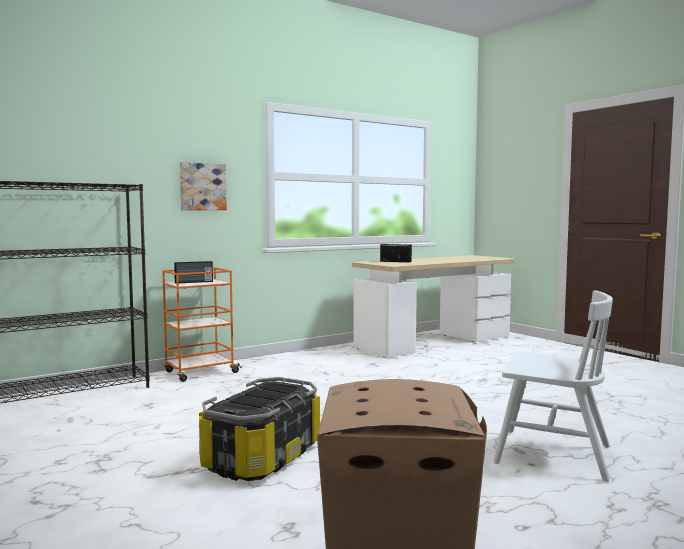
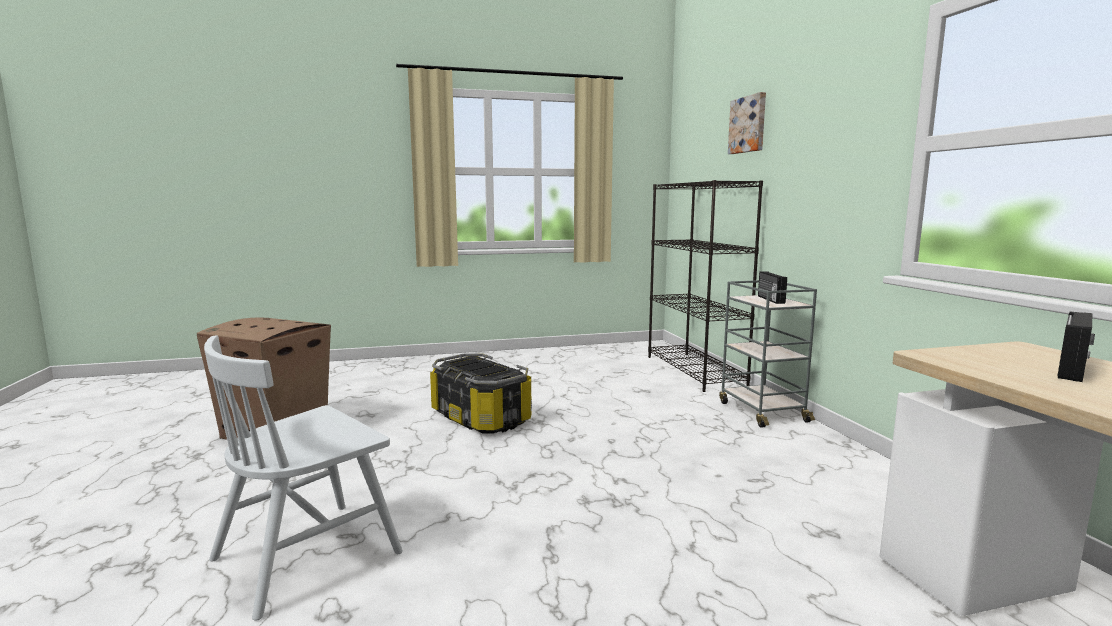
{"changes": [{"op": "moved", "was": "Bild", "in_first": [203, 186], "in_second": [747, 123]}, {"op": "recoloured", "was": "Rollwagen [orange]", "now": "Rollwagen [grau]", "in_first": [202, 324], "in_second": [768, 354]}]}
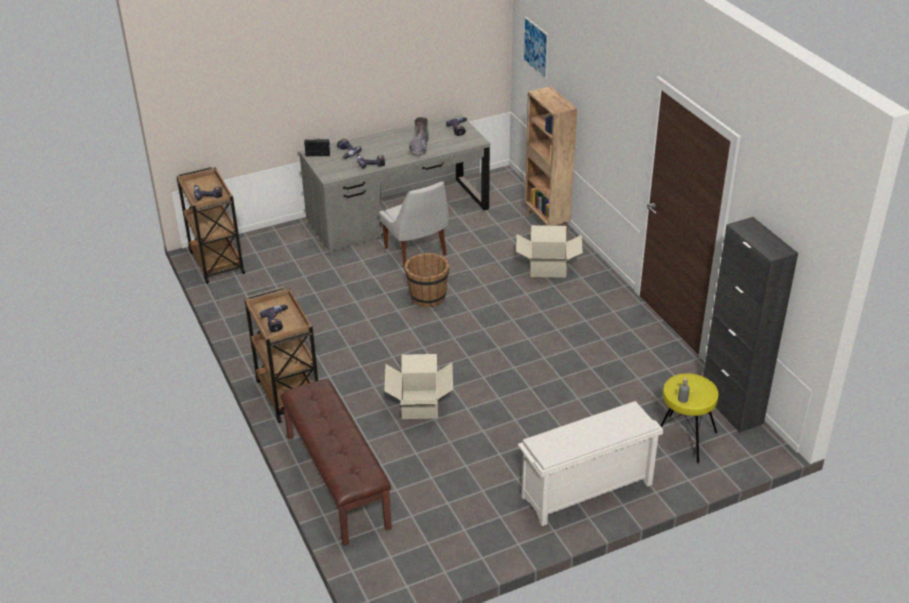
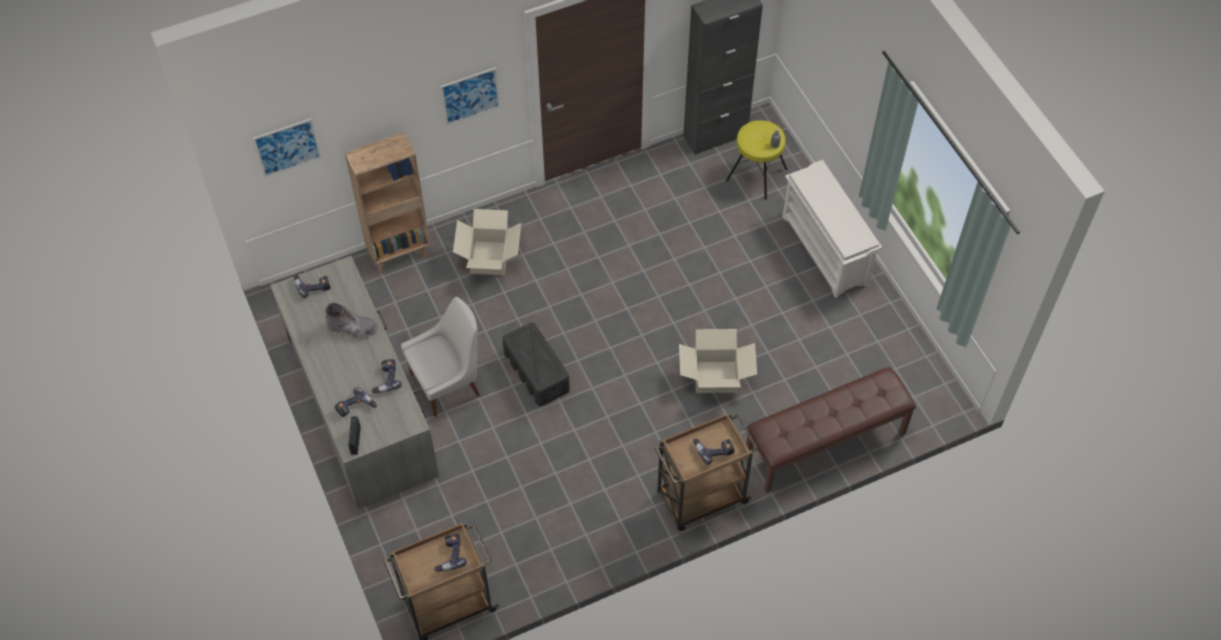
{"changes": [{"op": "replaced", "was": "Eimer [braun]", "now": "Aufbewahrungsbox [schwarz]", "in_first": [427, 280], "in_second": [536, 364]}, {"op": "added", "now": "Bild", "in_second": [470, 96]}]}
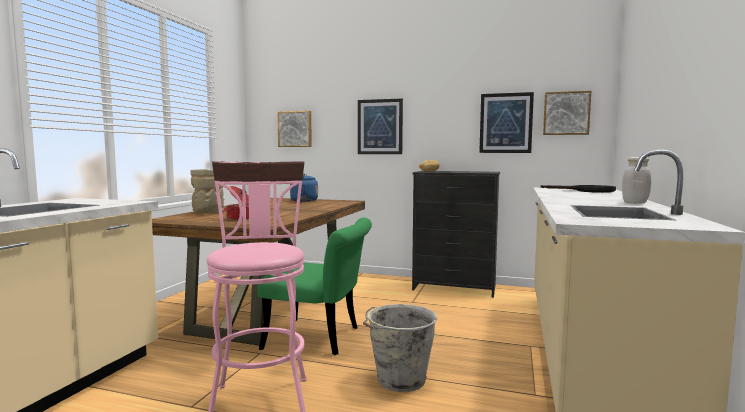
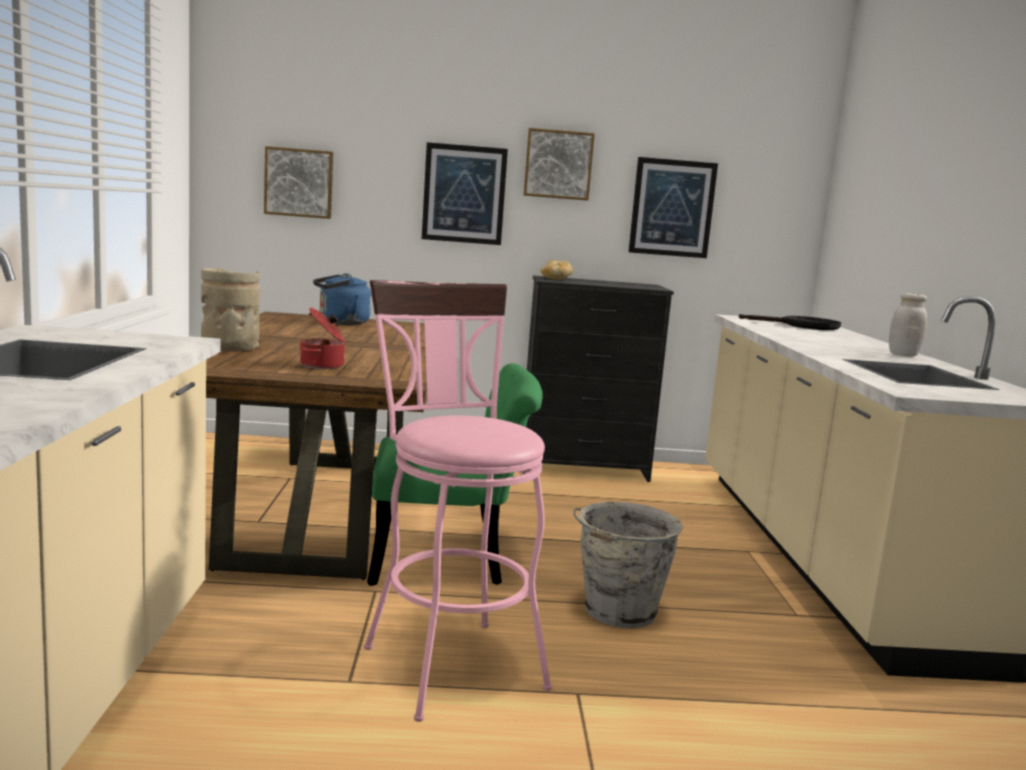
{"changes": [{"op": "moved", "was": "Bild", "in_first": [567, 113], "in_second": [559, 164]}]}
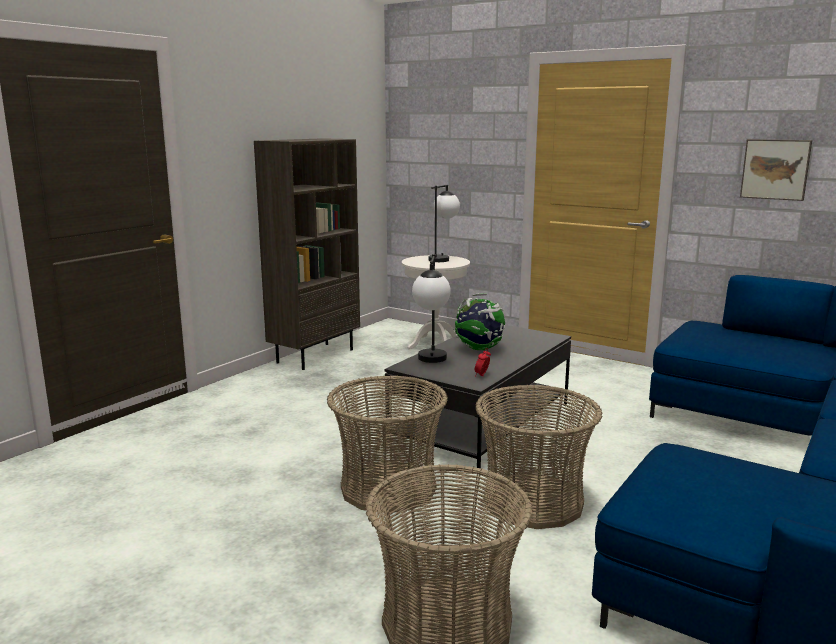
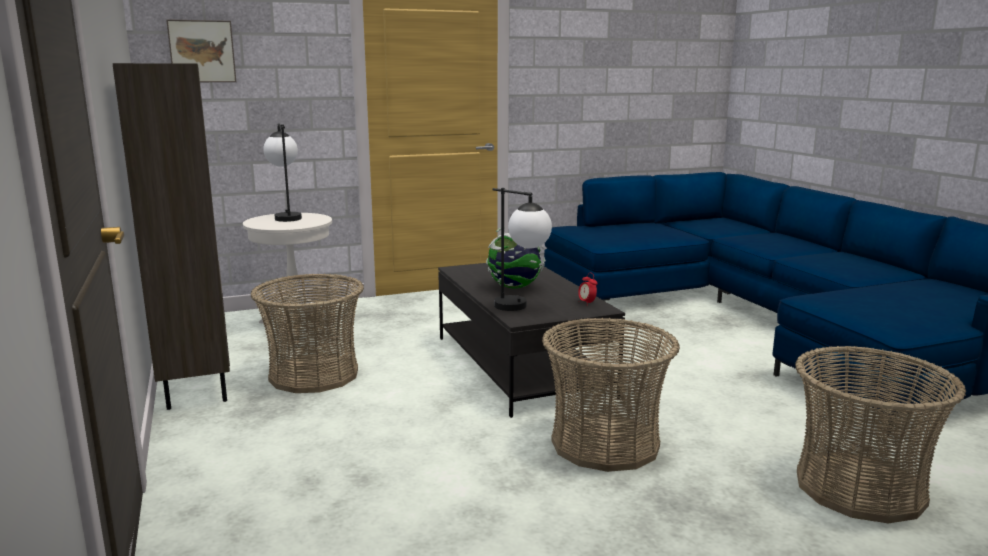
{"changes": [{"op": "moved", "was": "Bild", "in_first": [776, 170], "in_second": [201, 50]}, {"op": "moved", "was": "Korb", "in_first": [538, 457], "in_second": [307, 333]}]}
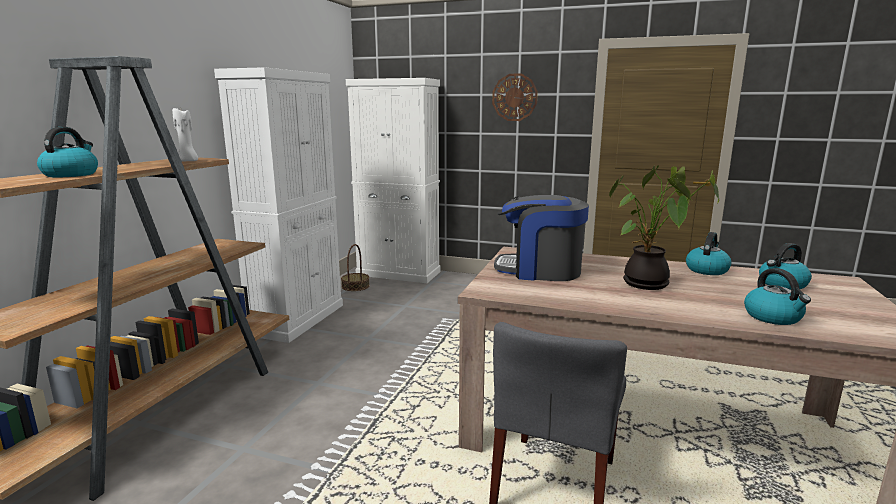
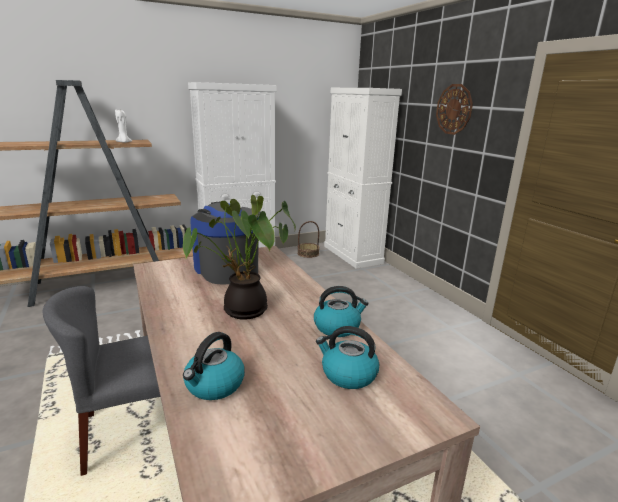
{"changes": [{"op": "removed", "was": "Wasserkessel", "in_first": [67, 152]}]}
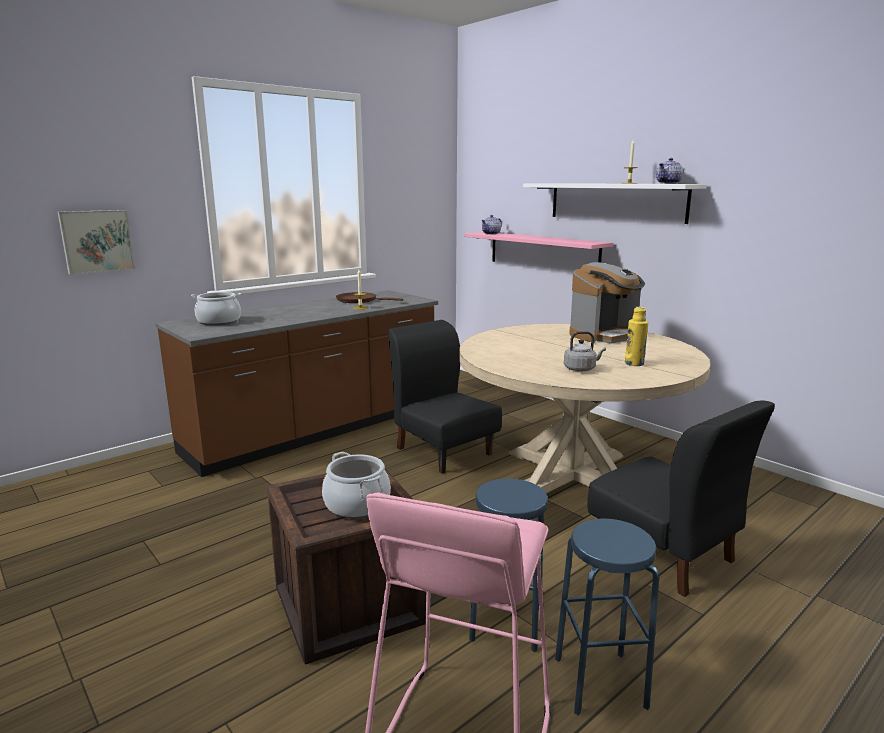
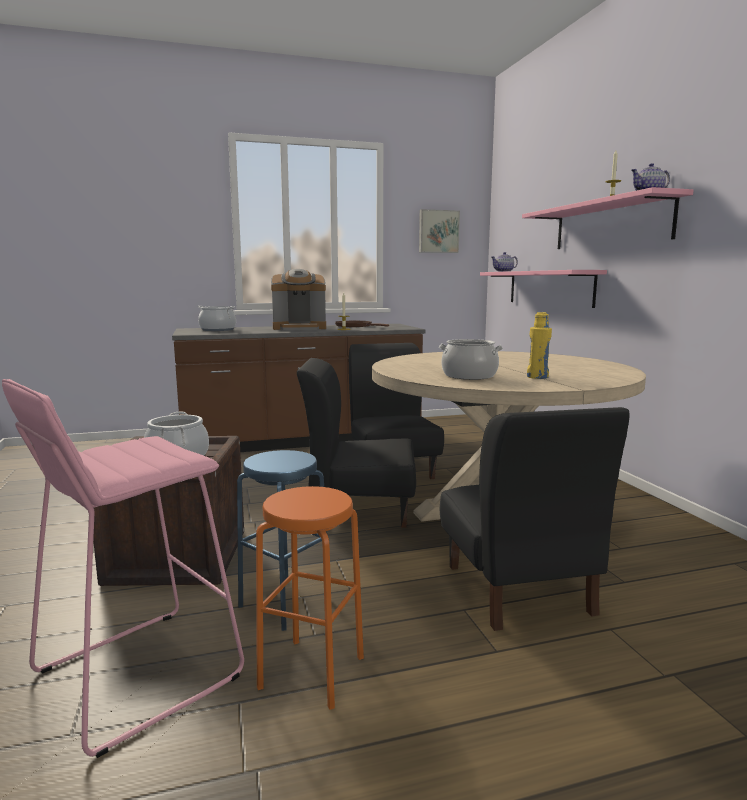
{"changes": [{"op": "recoloured", "was": "Wandregal [weiß]", "now": "Wandregal [rosa]", "in_first": [615, 203], "in_second": [607, 218]}, {"op": "moved", "was": "Bild", "in_first": [96, 242], "in_second": [439, 231]}, {"op": "moved", "was": "Kaffeemaschine", "in_first": [607, 303], "in_second": [298, 299]}, {"op": "replaced", "was": "Wasserkessel [grau]", "now": "Kochtopf", "in_first": [585, 351], "in_second": [471, 359]}, {"op": "recoloured", "was": "Hocker [blau]", "now": "Hocker [orange]", "in_first": [607, 617], "in_second": [310, 598]}, {"op": "added", "now": "Stuhl [schwarz]", "in_second": [356, 442]}]}
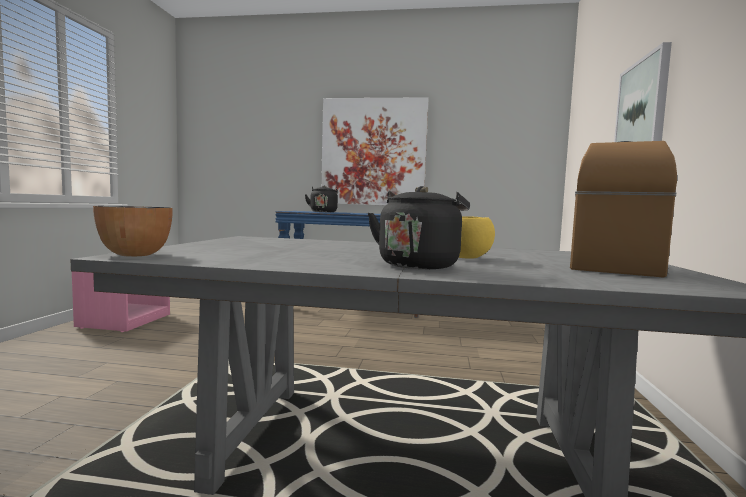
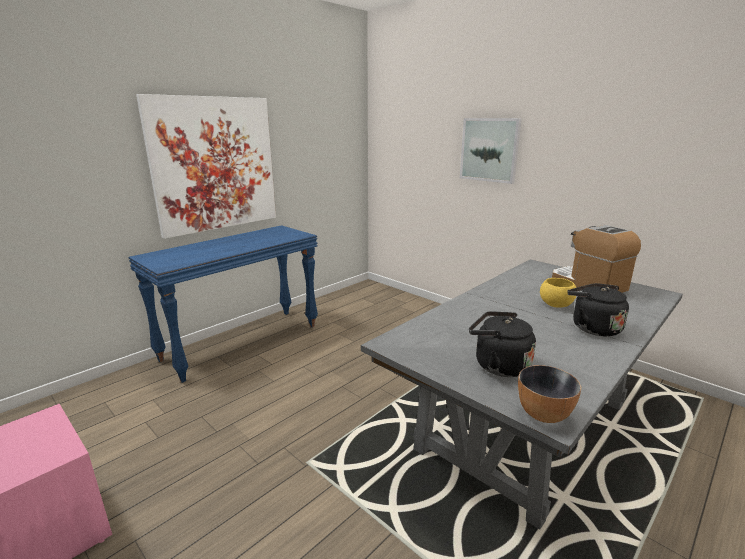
{"changes": [{"op": "moved", "was": "Wasserkessel [schwarz]", "in_first": [321, 198], "in_second": [502, 344]}]}
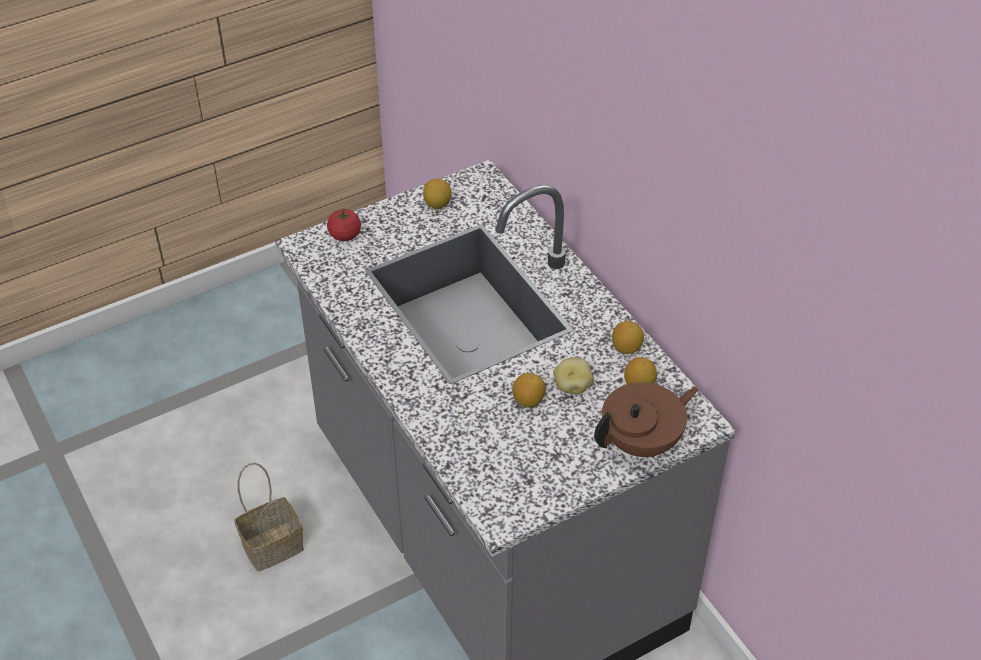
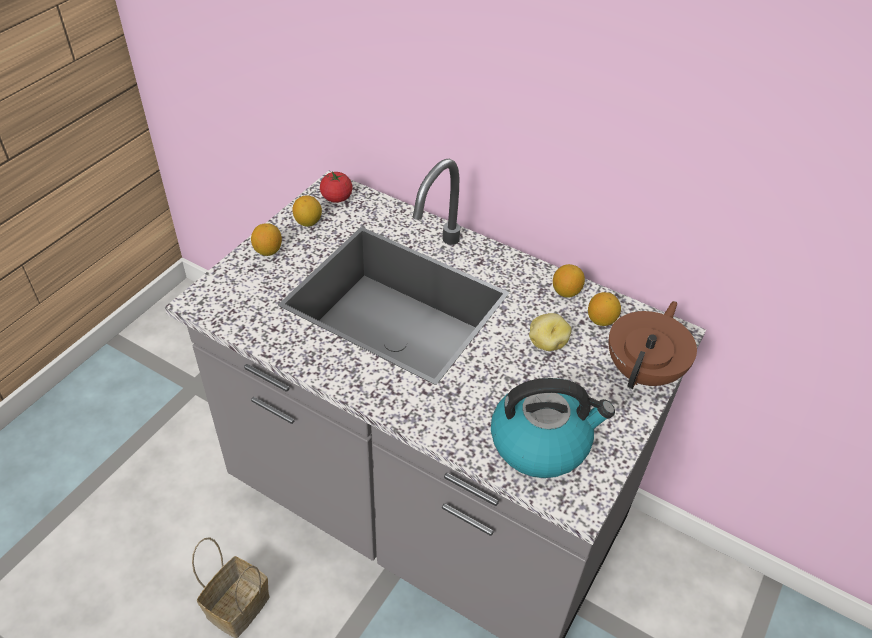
{"changes": [{"op": "moved", "was": "Tomate", "in_first": [344, 225], "in_second": [336, 187]}, {"op": "moved", "was": "Zitrone", "in_first": [529, 390], "in_second": [266, 239]}, {"op": "added", "now": "Wasserkessel", "in_second": [553, 428]}]}
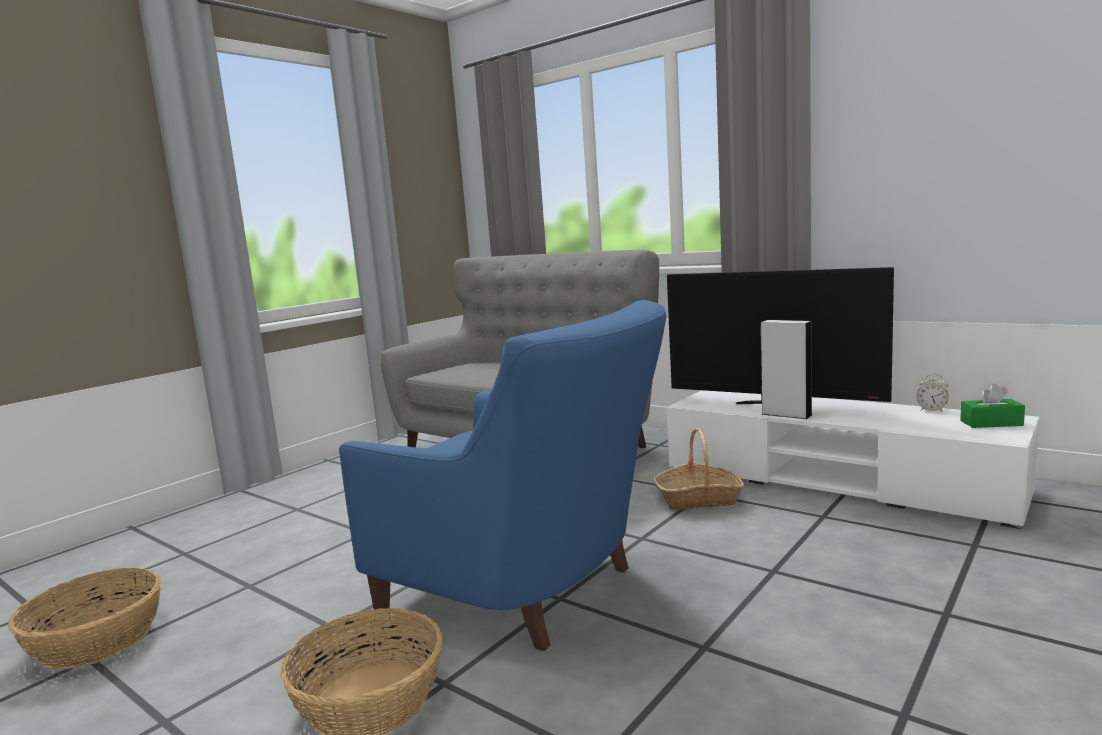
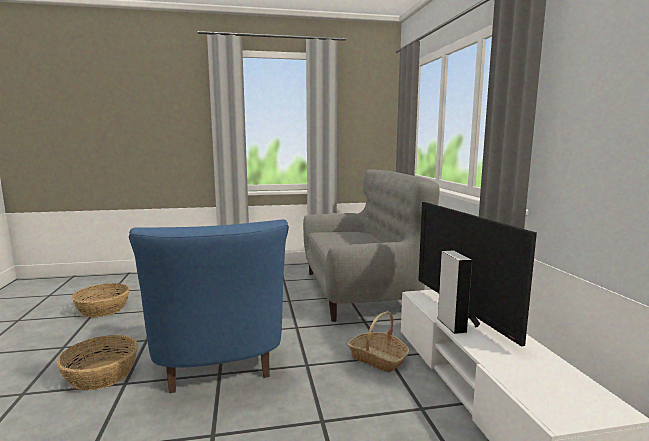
{"changes": [{"op": "removed", "was": "Wecker", "in_first": [932, 393]}, {"op": "removed", "was": "Taschentuchbox [grün]", "in_first": [992, 405]}]}
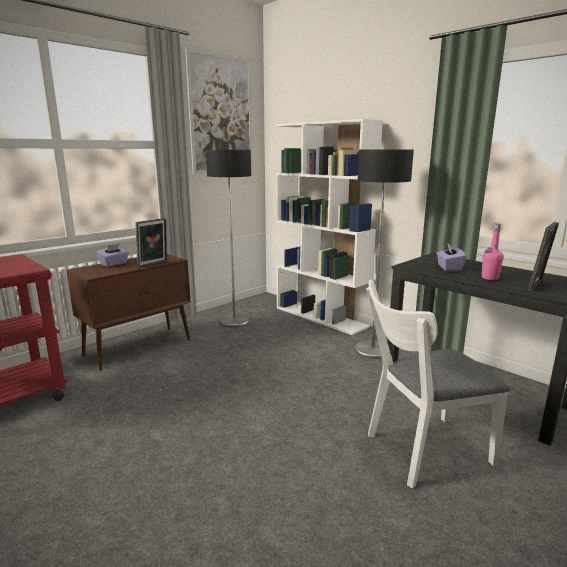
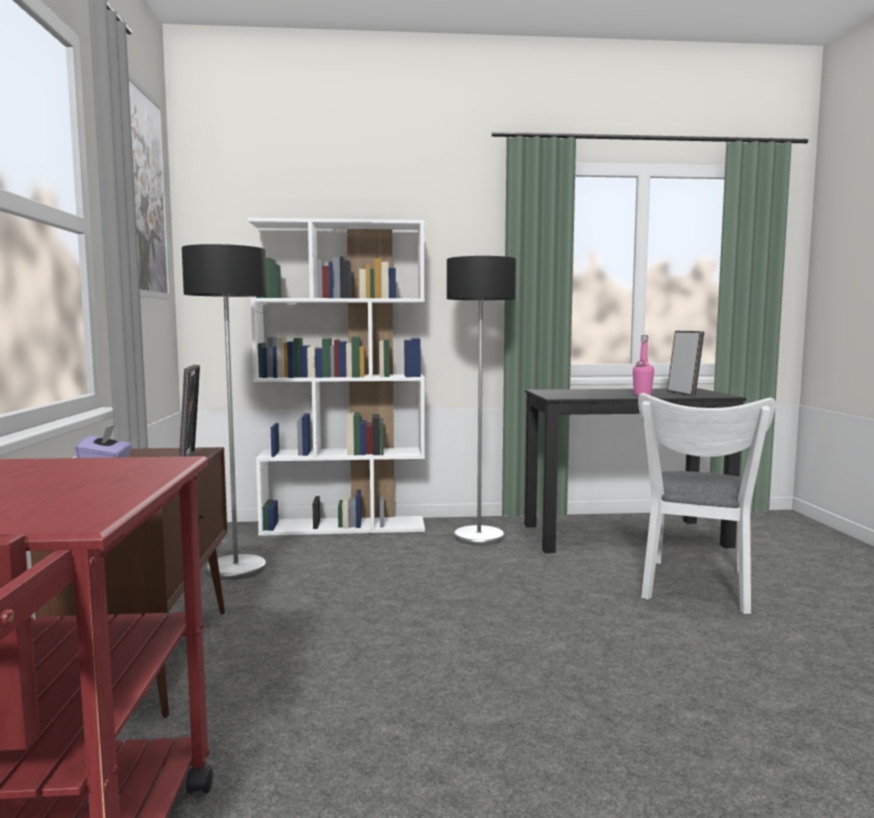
{"changes": [{"op": "removed", "was": "Taschentuchbox [lila]", "in_first": [451, 257]}]}
